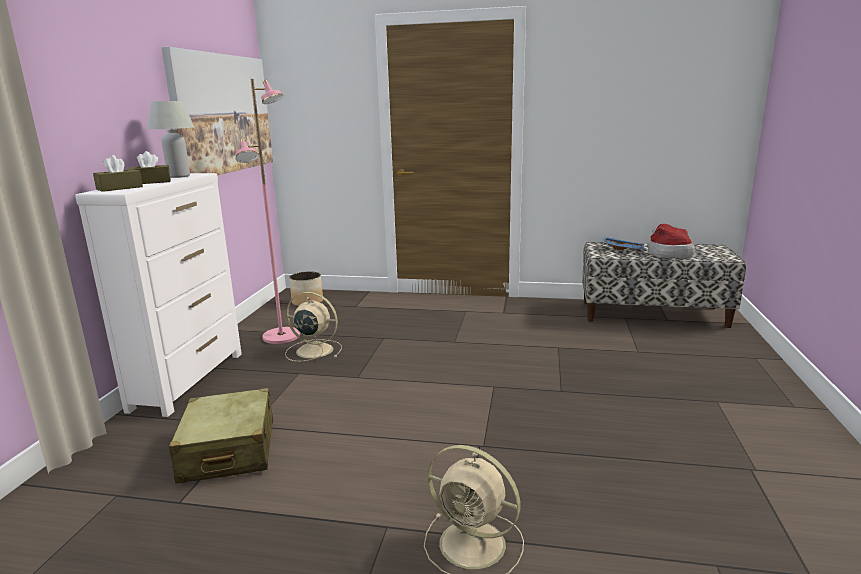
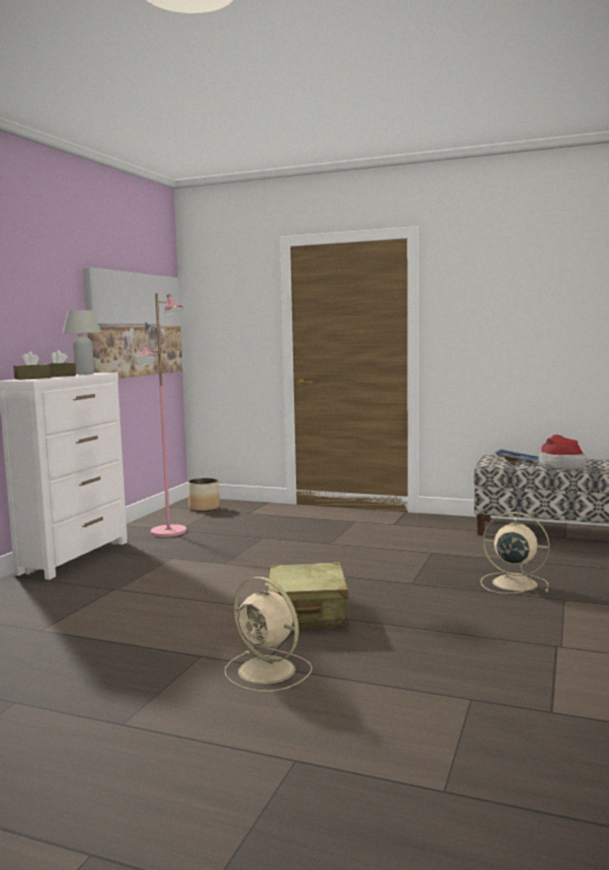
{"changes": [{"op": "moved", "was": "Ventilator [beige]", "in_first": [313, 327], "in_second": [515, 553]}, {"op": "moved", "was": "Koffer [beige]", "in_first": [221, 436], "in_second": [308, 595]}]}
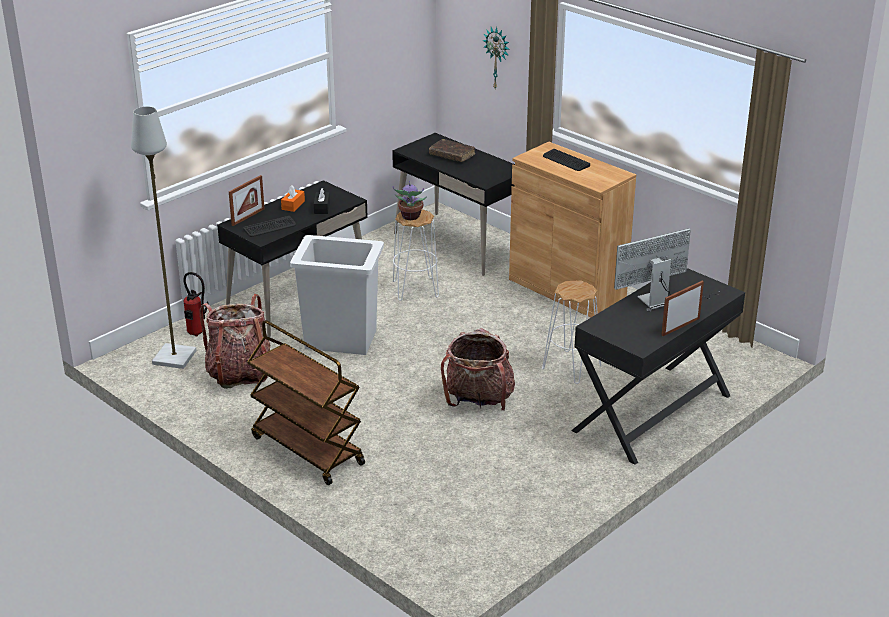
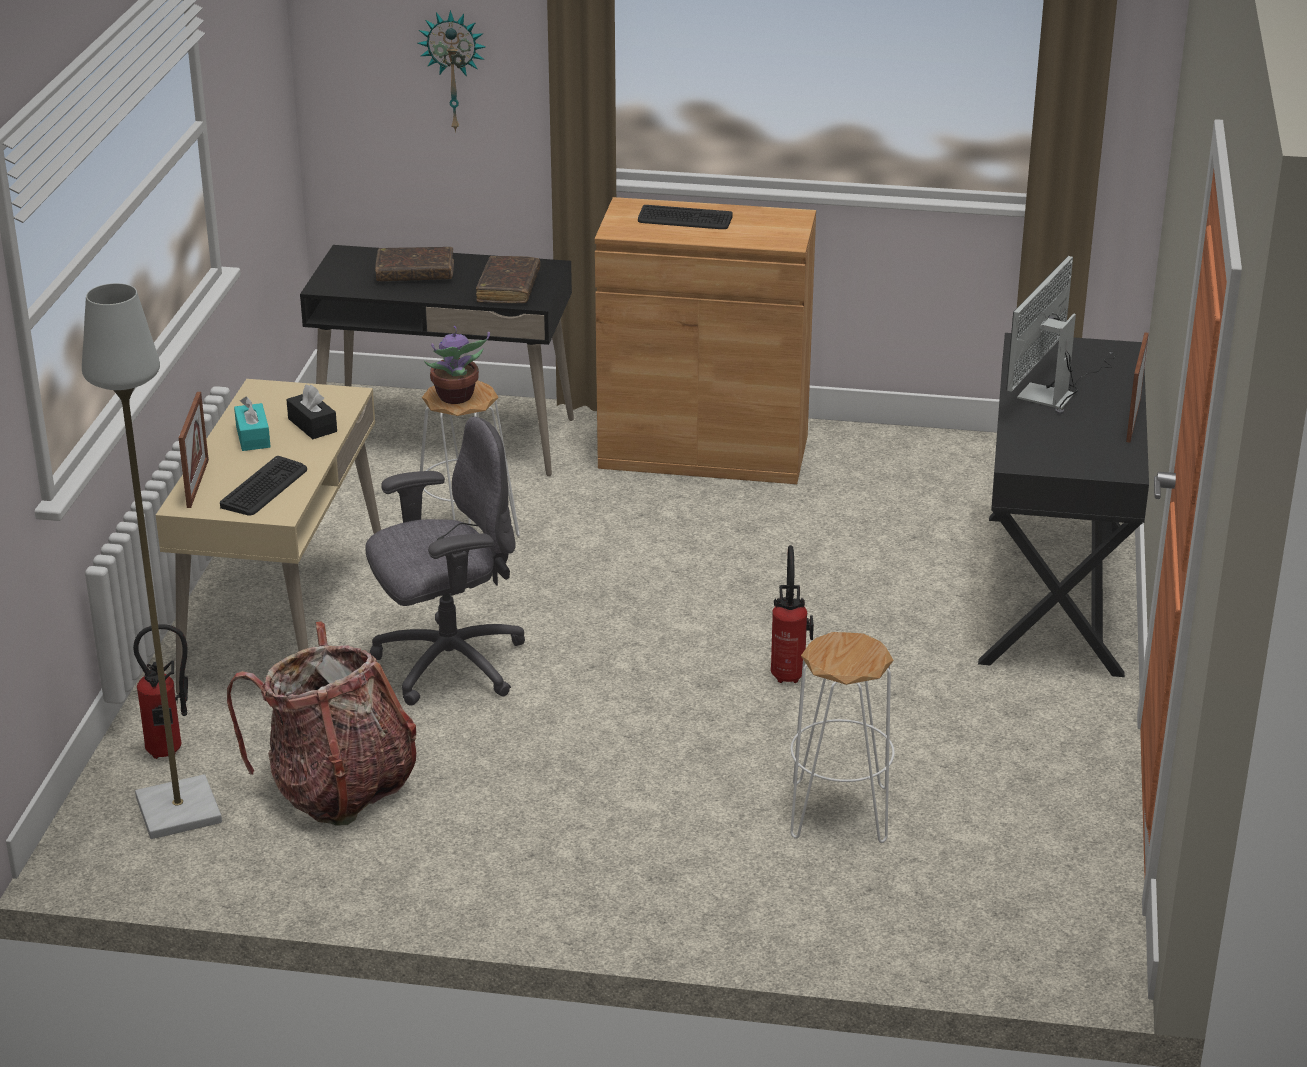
{"changes": [{"op": "recoloured", "was": "Schreibtisch [schwarz]", "now": "Schreibtisch [beige]", "in_first": [292, 258], "in_second": [268, 537]}, {"op": "recoloured", "was": "Taschentuchbox [orange]", "now": "Taschentuchbox [türkis]", "in_first": [293, 198], "in_second": [252, 423]}, {"op": "replaced", "was": "Mülleimer [weiß]", "now": "Bürostuhl [grau]", "in_first": [337, 295], "in_second": [445, 561]}, {"op": "moved", "was": "Hocker [weiß]", "in_first": [571, 332], "in_second": [842, 737]}, {"op": "removed", "was": "Rollwagen [braun]", "in_first": [306, 402]}, {"op": "replaced", "was": "Rucksack", "now": "Feuerlöscher", "in_first": [478, 369], "in_second": [792, 614]}, {"op": "added", "now": "Buch [braun]", "in_second": [508, 279]}]}
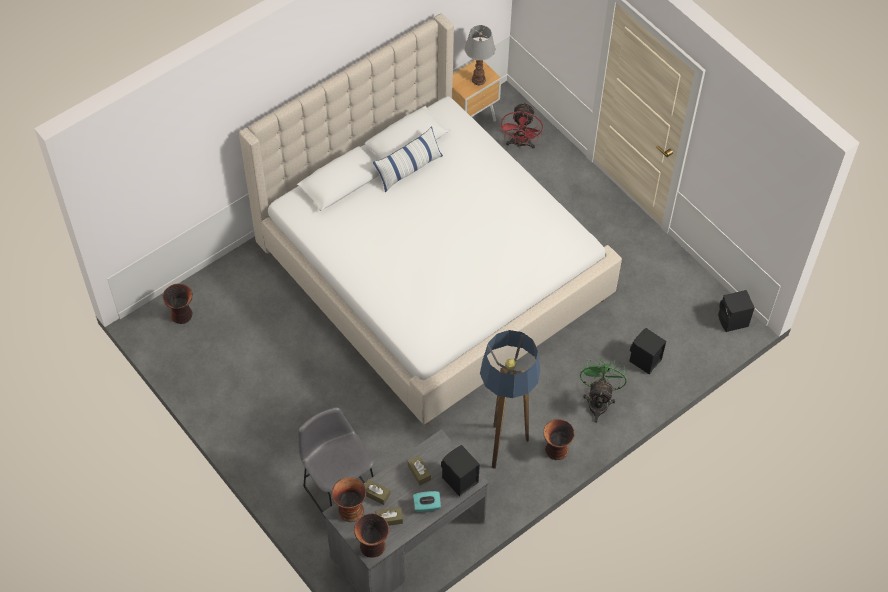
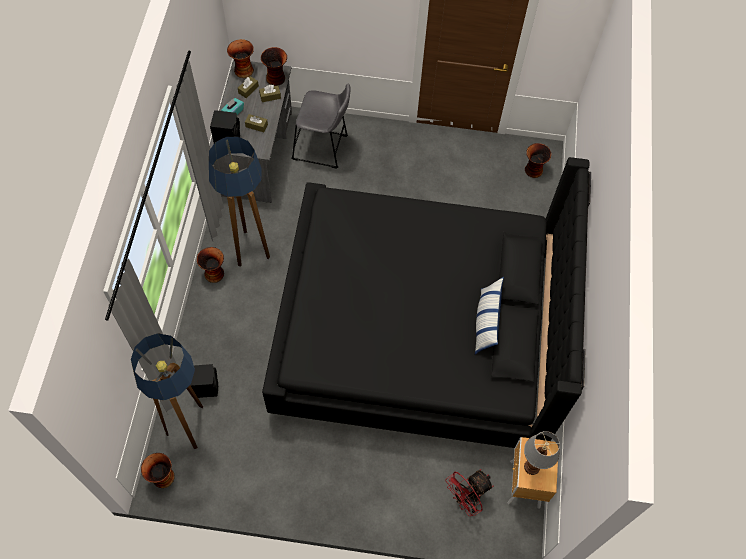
{"changes": [{"op": "recoloured", "was": "Bett [beige]", "now": "Bett [schwarz]", "in_first": [430, 218], "in_second": [426, 302]}, {"op": "turned", "was": "Ventilator [rot]", "in_first": [521, 125], "in_second": [469, 492], "clockwise": -90}, {"op": "replaced", "was": "Lautsprecher [schwarz]", "now": "Vase", "in_first": [736, 311], "in_second": [158, 470]}, {"op": "removed", "was": "Ventilator [grün]", "in_first": [603, 390]}, {"op": "added", "now": "Stehlampe", "in_second": [167, 391]}]}
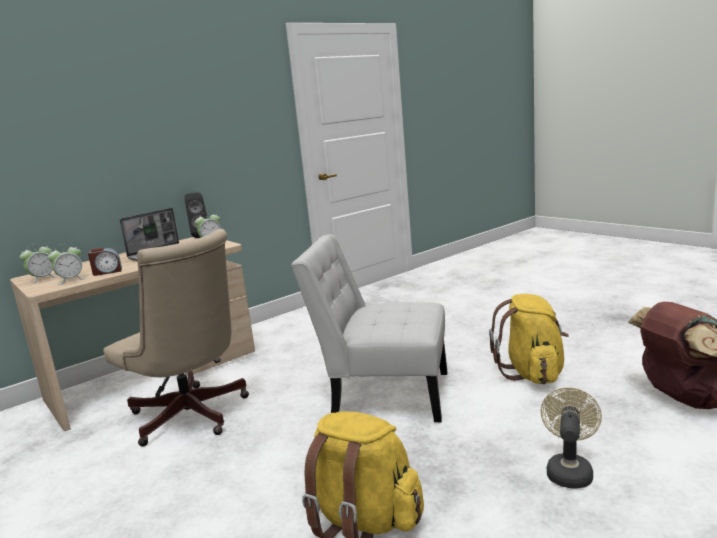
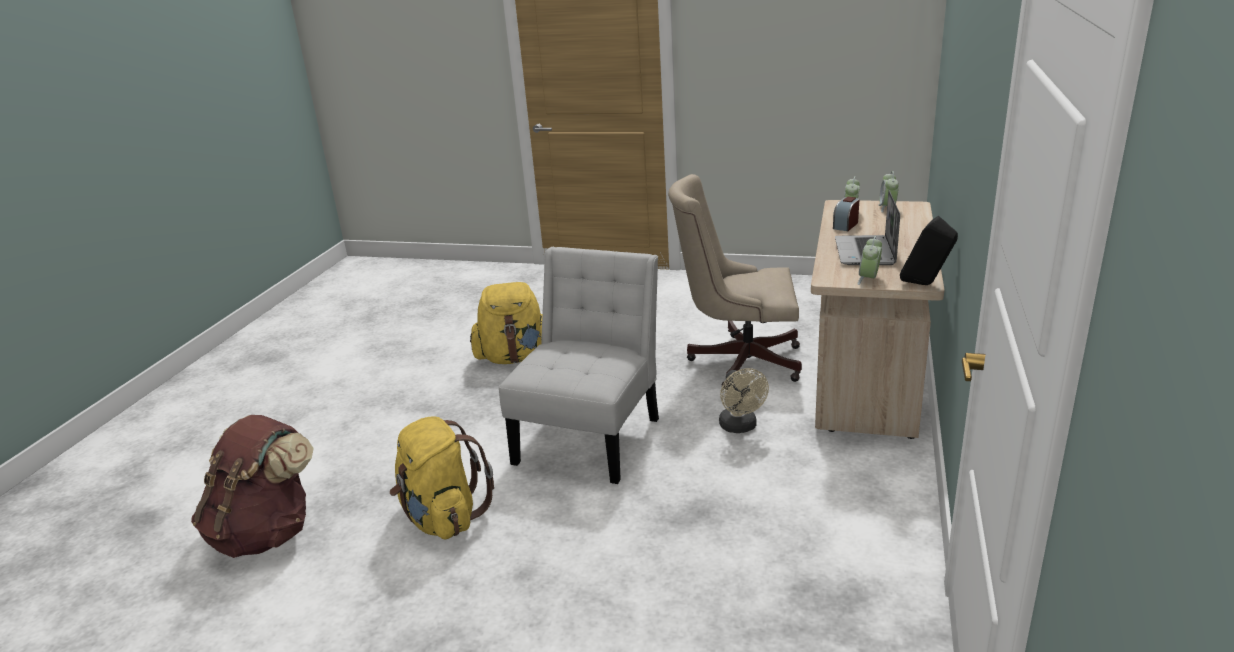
{"changes": [{"op": "turned", "was": "Stuhl [weiß]", "in_first": [369, 328], "in_second": [579, 365], "clockwise": -45}, {"op": "moved", "was": "Ventilator [beige]", "in_first": [571, 438], "in_second": [744, 400]}]}
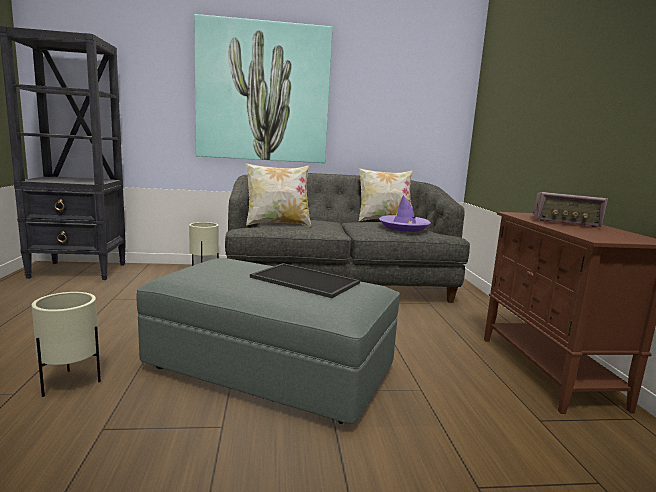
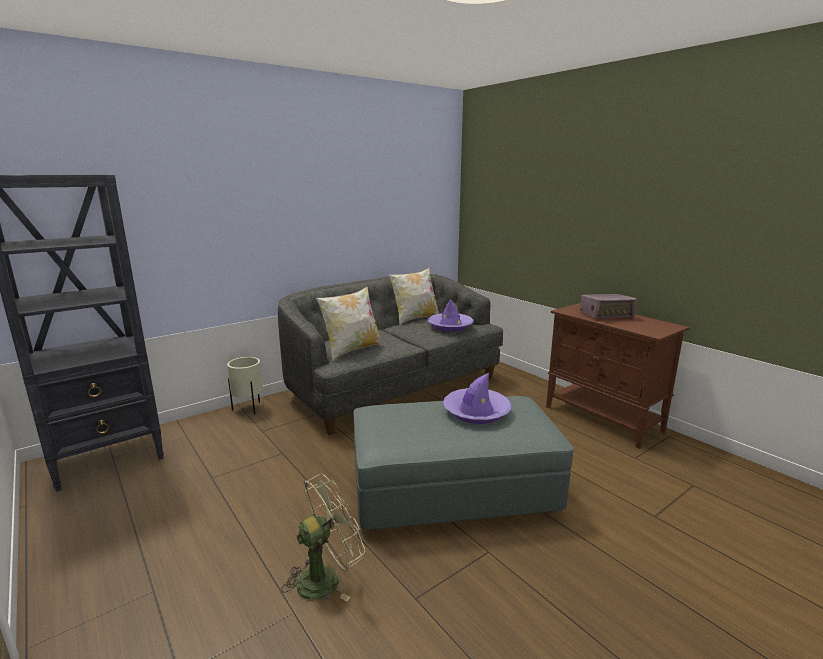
{"changes": [{"op": "removed", "was": "Bild", "in_first": [263, 88]}, {"op": "replaced", "was": "Tablett", "now": "Hut [lila]", "in_first": [305, 280], "in_second": [477, 398]}, {"op": "replaced", "was": "Pflanzkübel [beige]", "now": "Ventilator [grün]", "in_first": [66, 344], "in_second": [323, 537]}]}
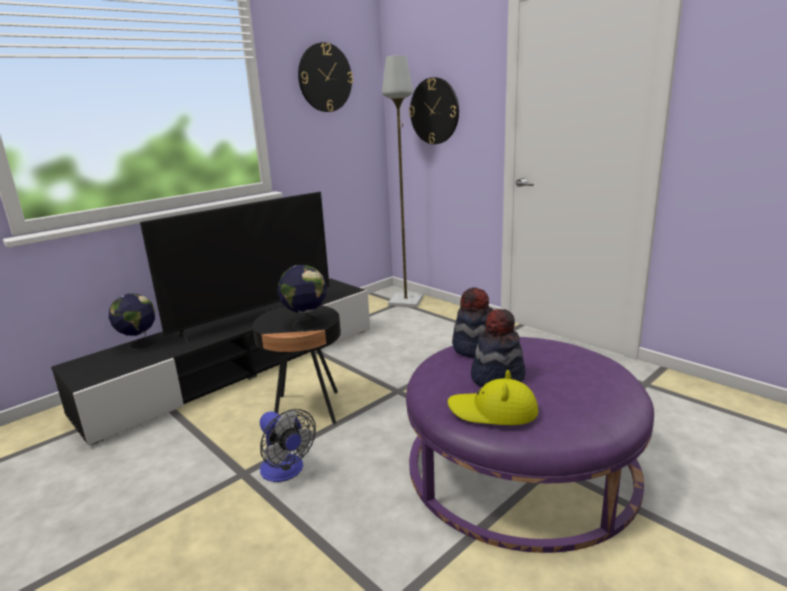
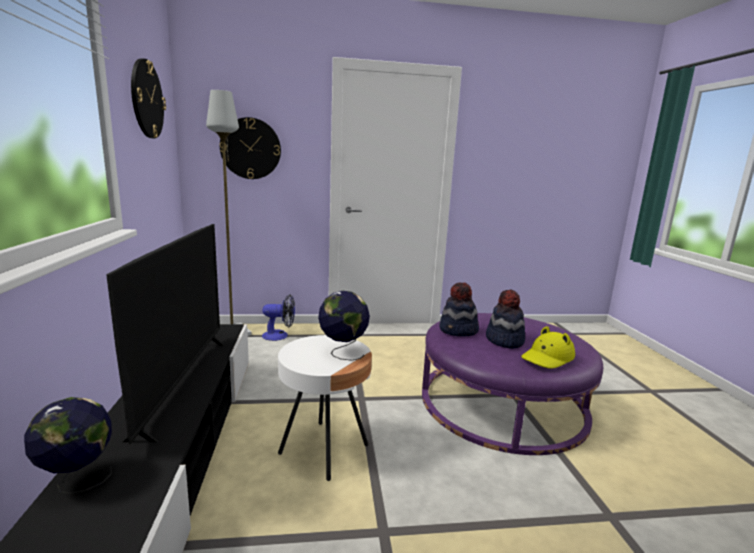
{"changes": [{"op": "recoloured", "was": "Beistelltisch [schwarz]", "now": "Beistelltisch [weiß]", "in_first": [297, 364], "in_second": [325, 408]}, {"op": "moved", "was": "Ventilator", "in_first": [288, 445], "in_second": [278, 317]}]}
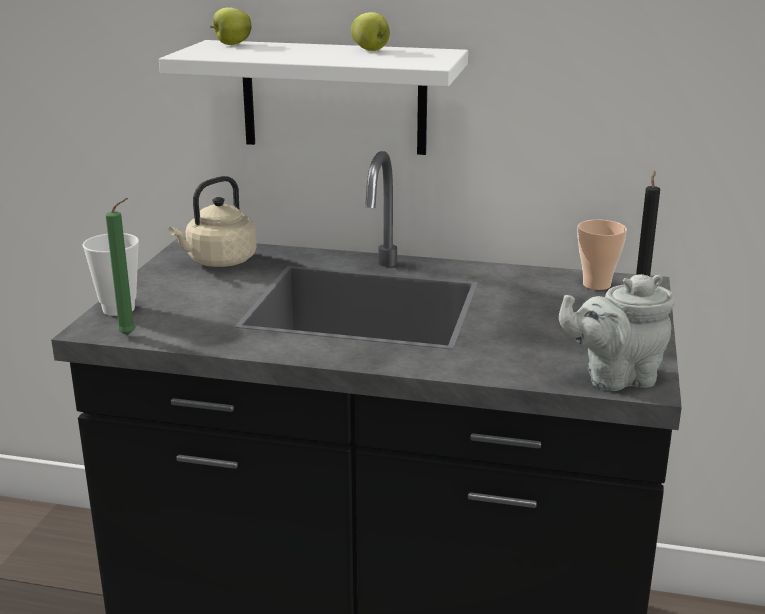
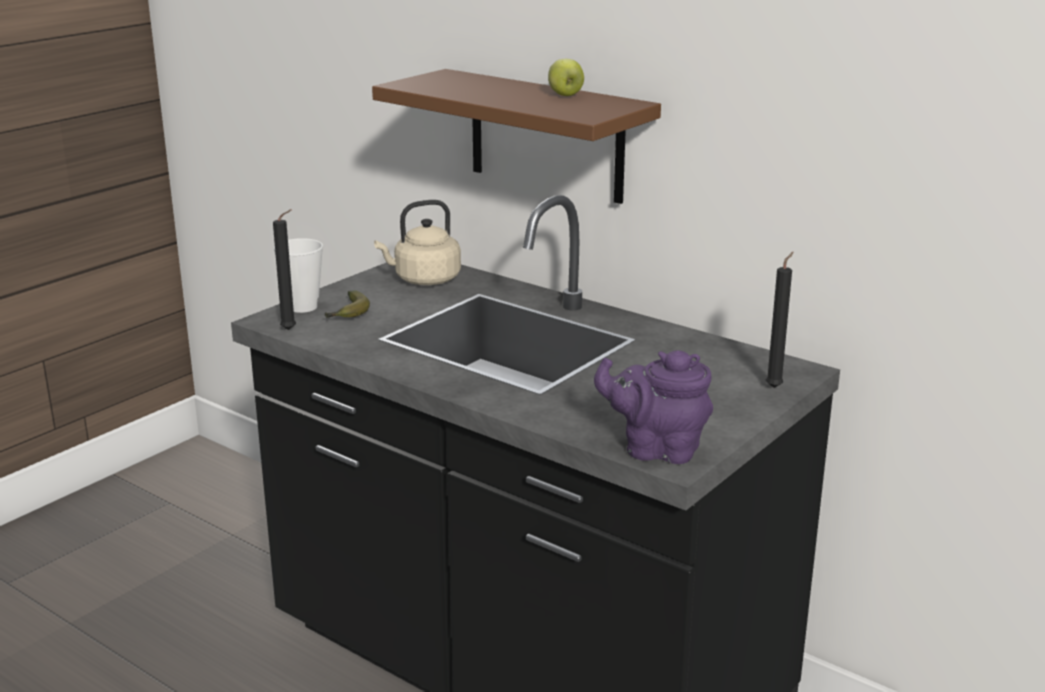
{"changes": [{"op": "removed", "was": "Apfel", "in_first": [231, 26]}, {"op": "recoloured", "was": "Wandregal [weiß]", "now": "Wandregal [braun]", "in_first": [313, 97], "in_second": [516, 136]}, {"op": "recoloured", "was": "Kerze [grün]", "now": "Kerze [schwarz]", "in_first": [120, 266], "in_second": [284, 269]}, {"op": "removed", "was": "Tasse", "in_first": [602, 255]}, {"op": "recoloured", "was": "Teekanne [grau]", "now": "Teekanne [lila]", "in_first": [617, 332], "in_second": [653, 407]}, {"op": "added", "now": "Banane", "in_second": [347, 304]}]}
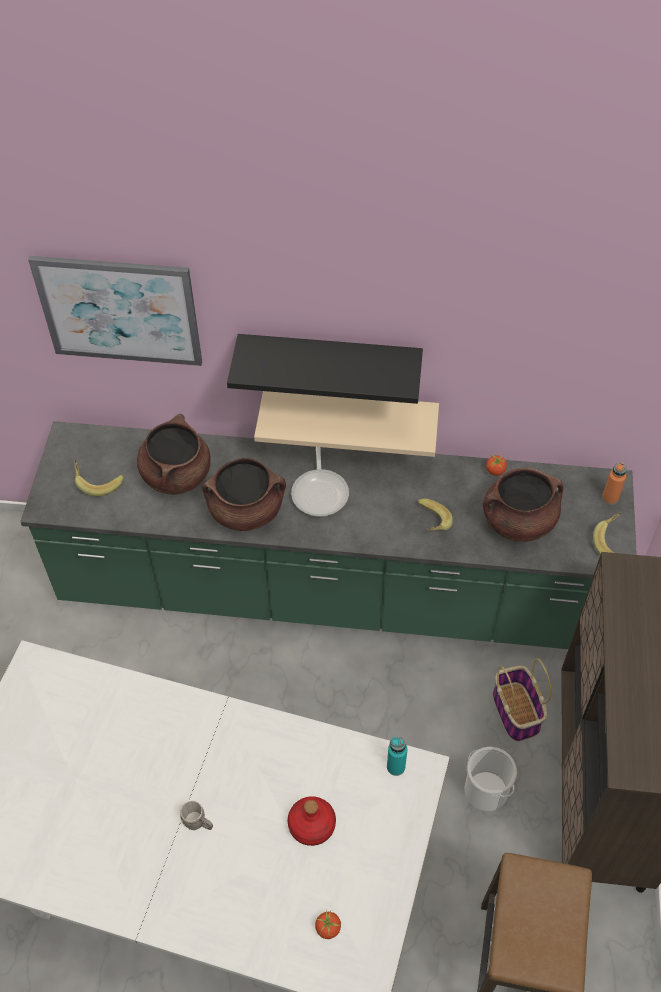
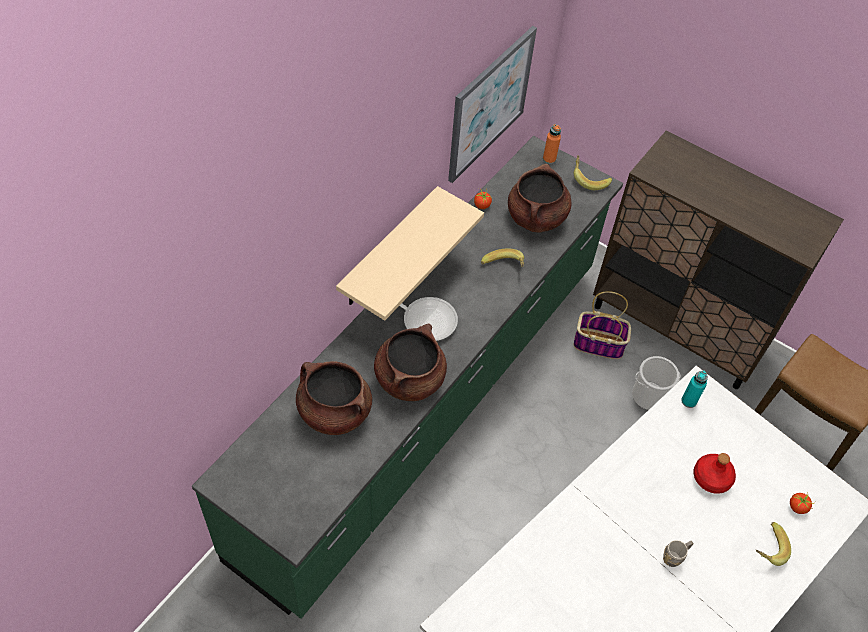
{"changes": [{"op": "moved", "was": "Bild", "in_first": [115, 311], "in_second": [492, 104]}, {"op": "removed", "was": "Wandregal [schwarz]", "in_first": [325, 369]}, {"op": "moved", "was": "Banane", "in_first": [99, 478], "in_second": [773, 544]}]}
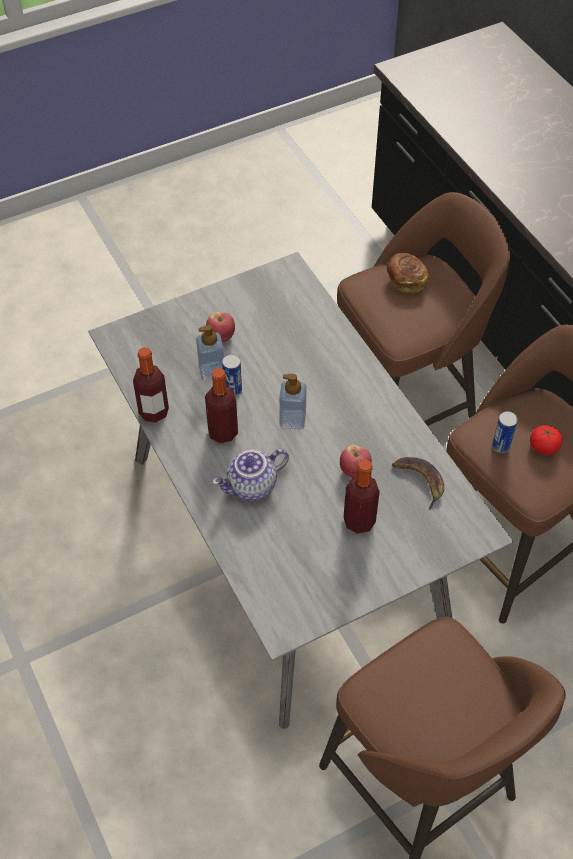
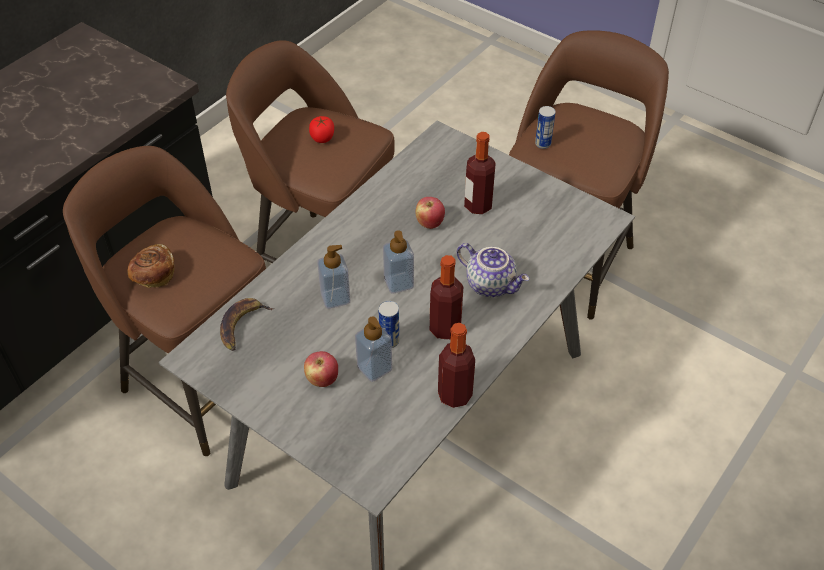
{"changes": [{"op": "moved", "was": "Dose", "in_first": [505, 432], "in_second": [545, 127]}, {"op": "moved", "was": "Banane", "in_first": [418, 483], "in_second": [247, 324]}, {"op": "added", "now": "Seifenspender", "in_second": [334, 277]}]}
